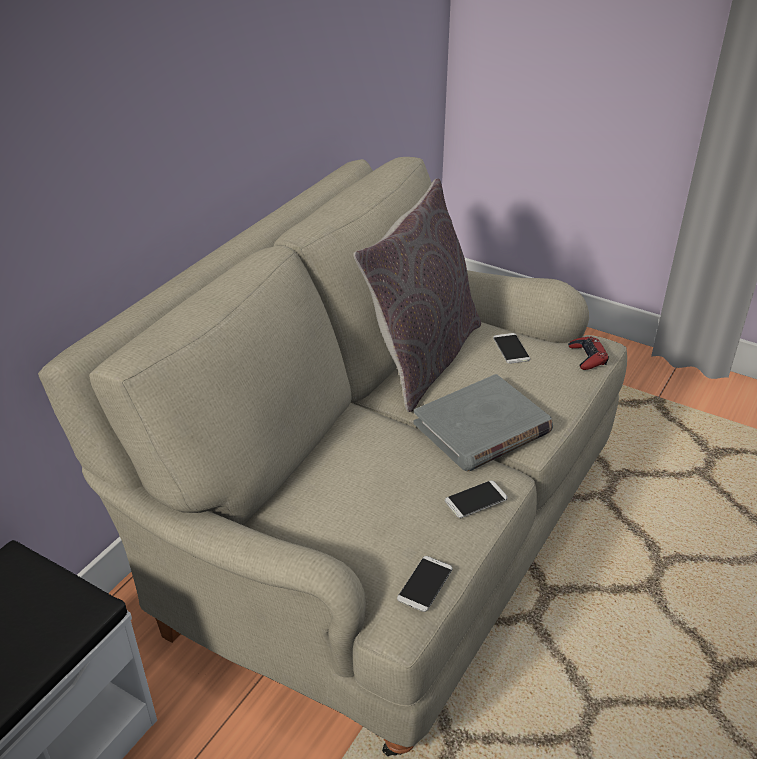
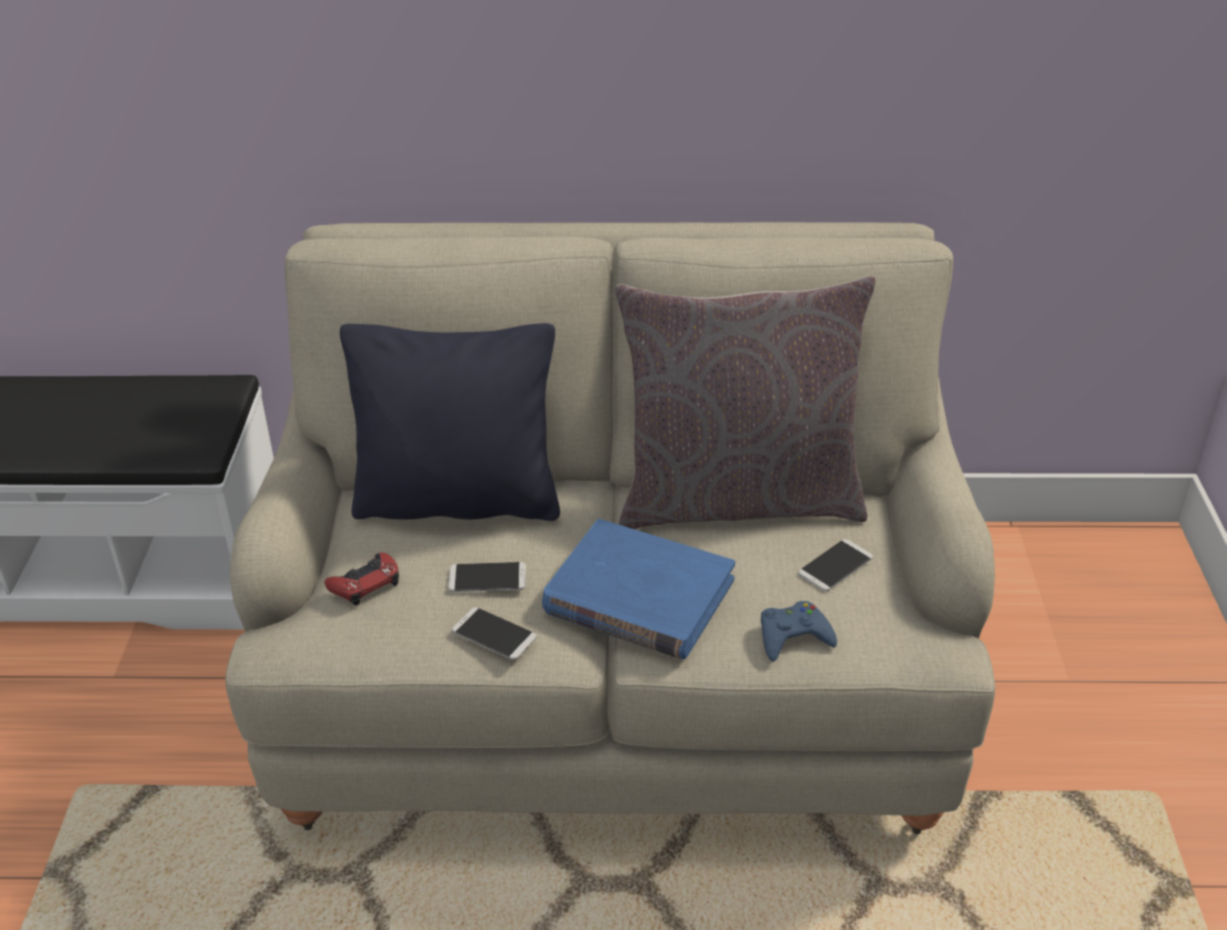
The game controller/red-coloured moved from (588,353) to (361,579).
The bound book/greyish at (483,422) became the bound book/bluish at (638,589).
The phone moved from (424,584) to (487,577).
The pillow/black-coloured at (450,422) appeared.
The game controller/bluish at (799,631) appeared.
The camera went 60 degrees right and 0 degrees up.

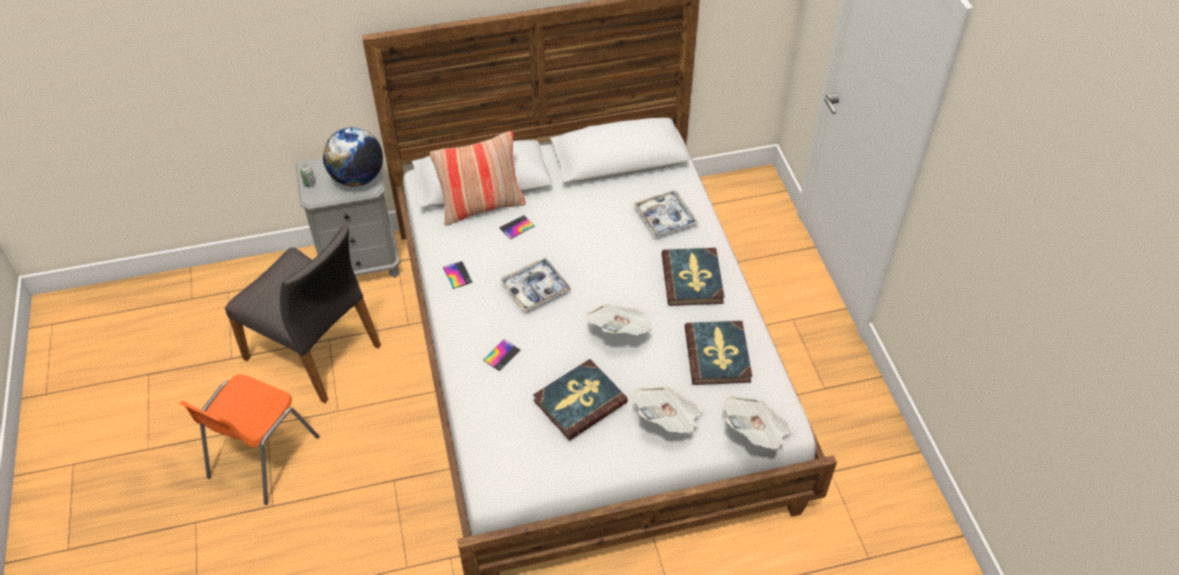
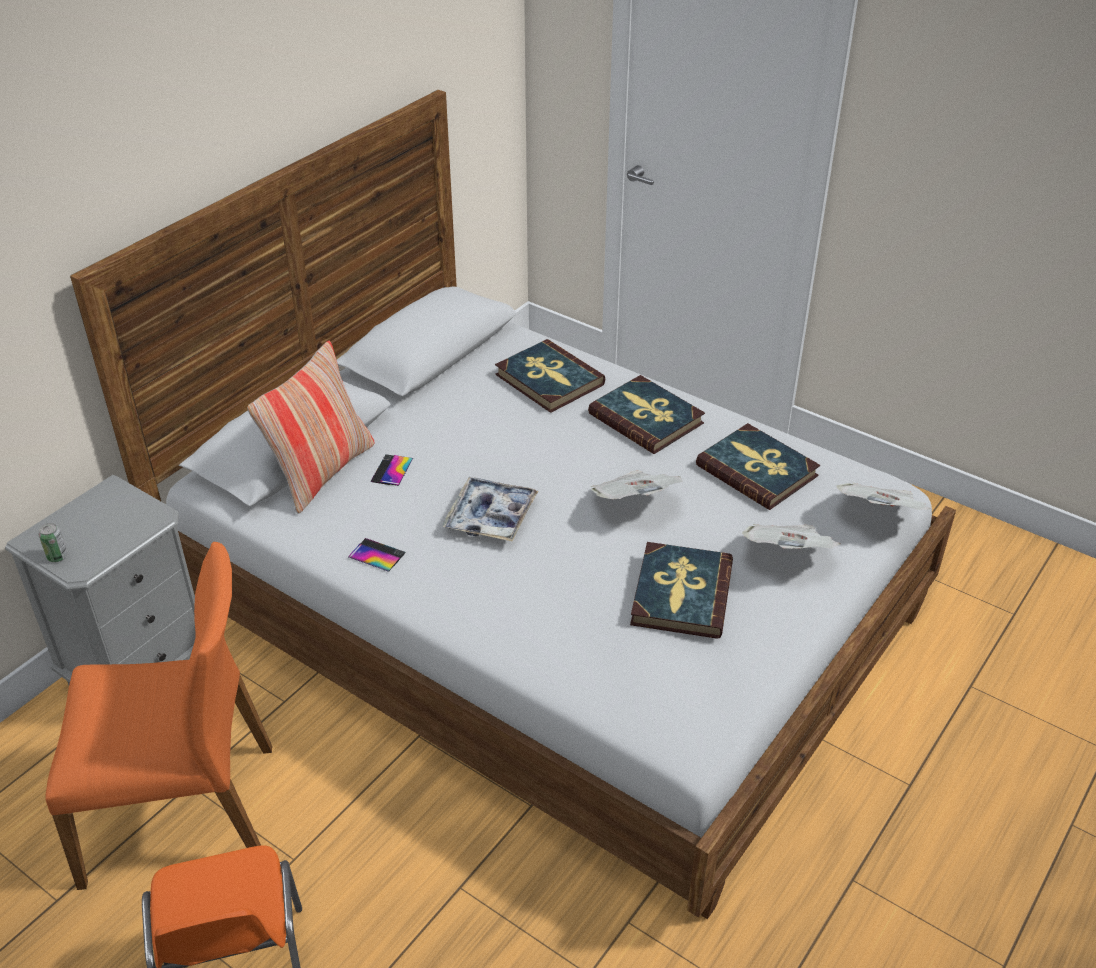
The desk globe at (353,157) disappeared.
The serving tray at (666,213) was replaced by the bound book at (550,376).
The chair/greyish at (303,313) became the chair/orange at (158,716).
The phone at (501,355) disappeared.
The camera went 40 degrees left and 10 degrees down.

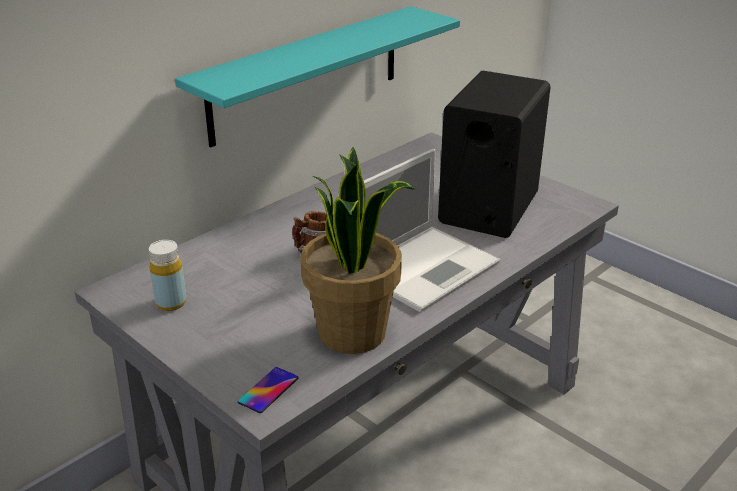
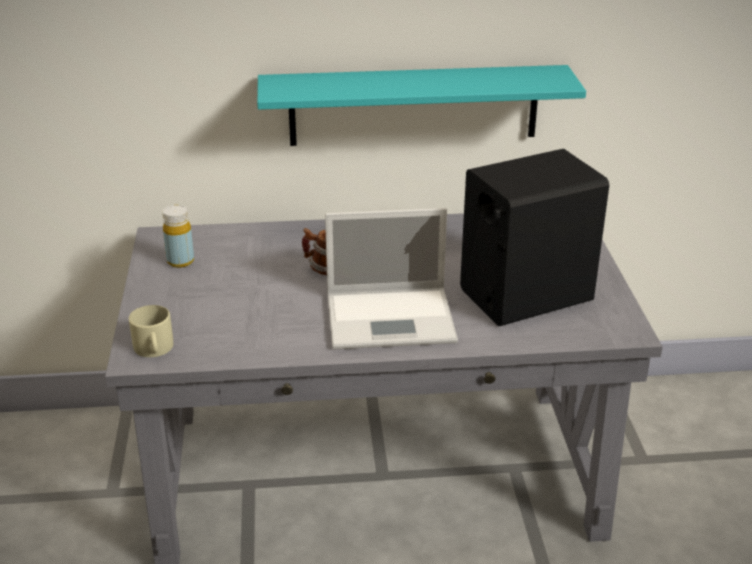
The plant in a pot at (357,250) disappeared.
The phone at (268,390) was replaced by the tea mug/beige-coloured at (151,331).
The camera went 40 degrees right and 0 degrees up.

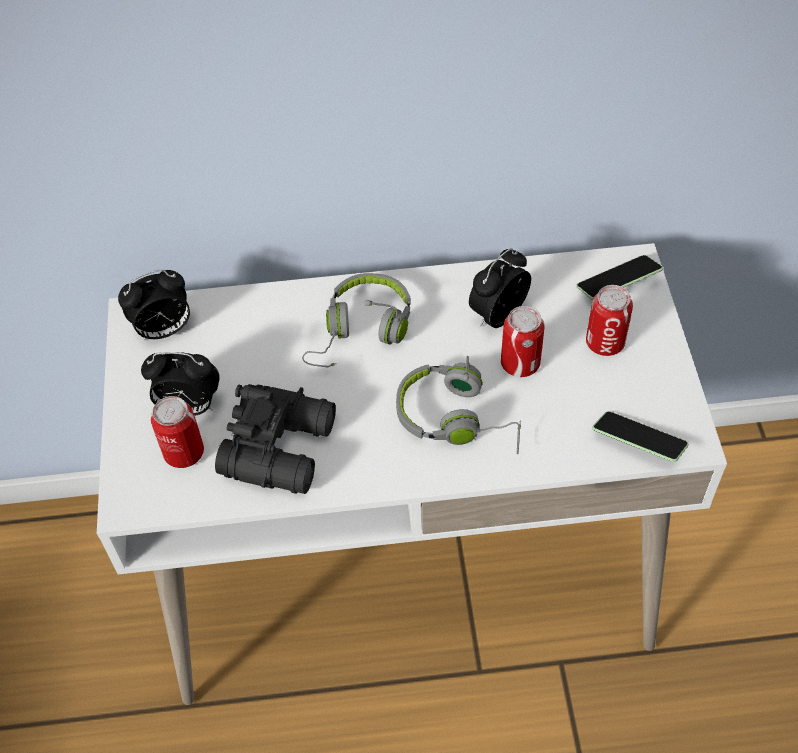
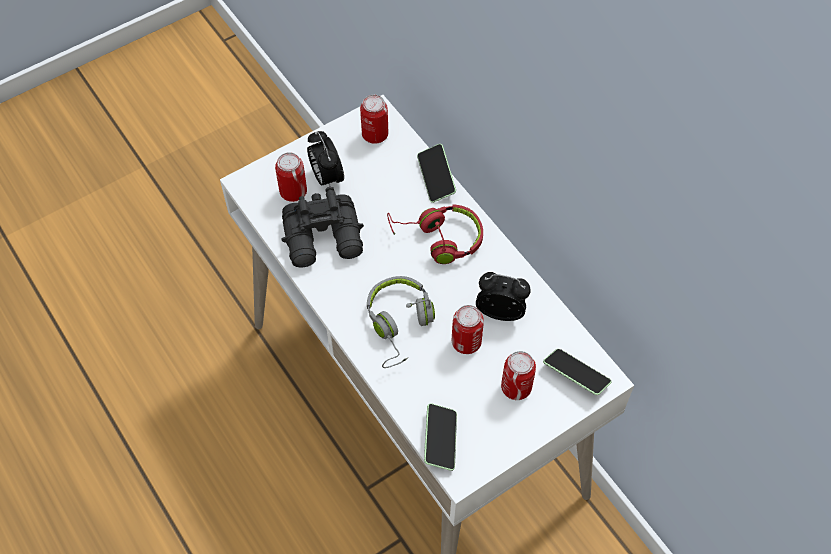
The table clock at (154,305) was replaced by the sealed can at (374,119).
The pair of headphones/greyish at (356,320) became the pair of headphones/red-coloured at (435,234).
The phone at (436,173) appeared.
The camera went 60 degrees right and 5 degrees up.

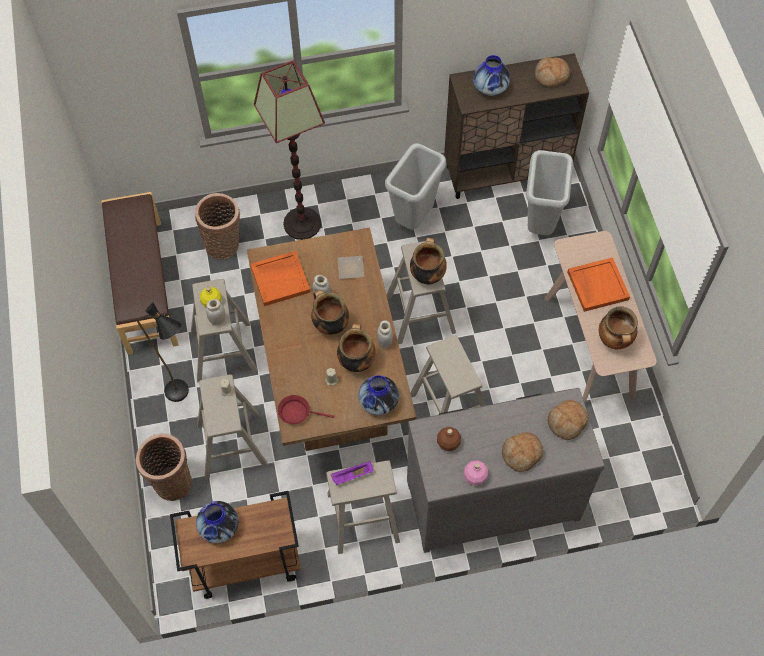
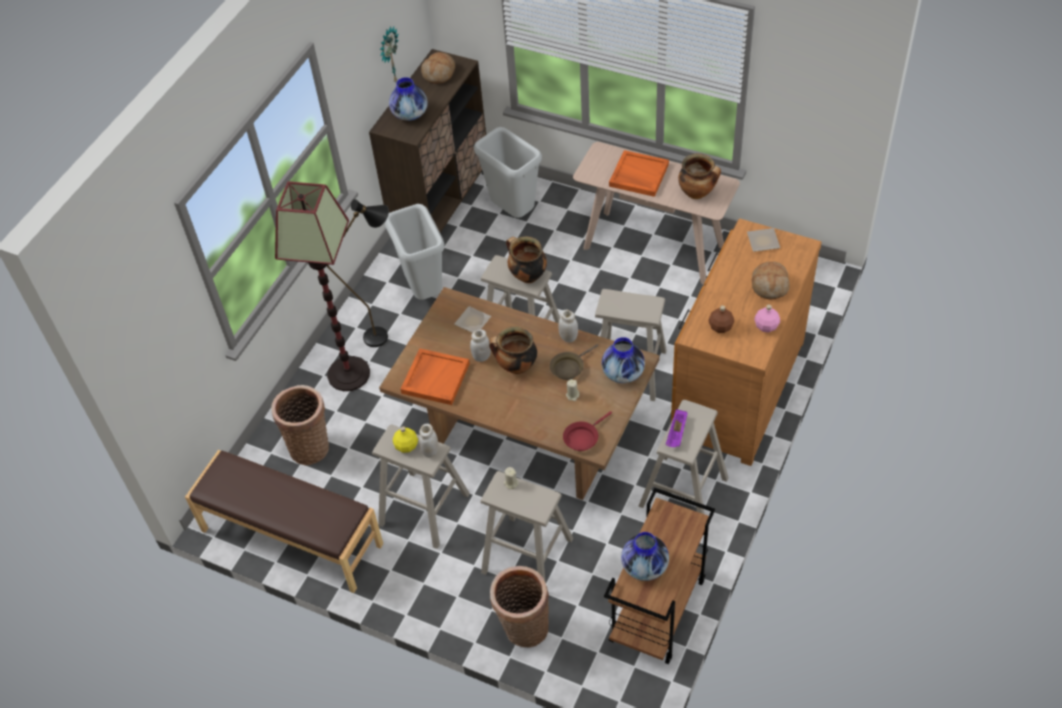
The standing lamp/black-coloured moved from (163,352) to (358,273).
The stockpot at (356,348) was replaced by the frying pan/brown at (574,362).
The dresser/greyish at (506,470) became the dresser/brown at (746,342).
The baked bread at (568,420) was replaced by the plate at (763,240).
The hanging clock at (389,54) appeared.
The camera went 50 degrees left and 10 degrees down.

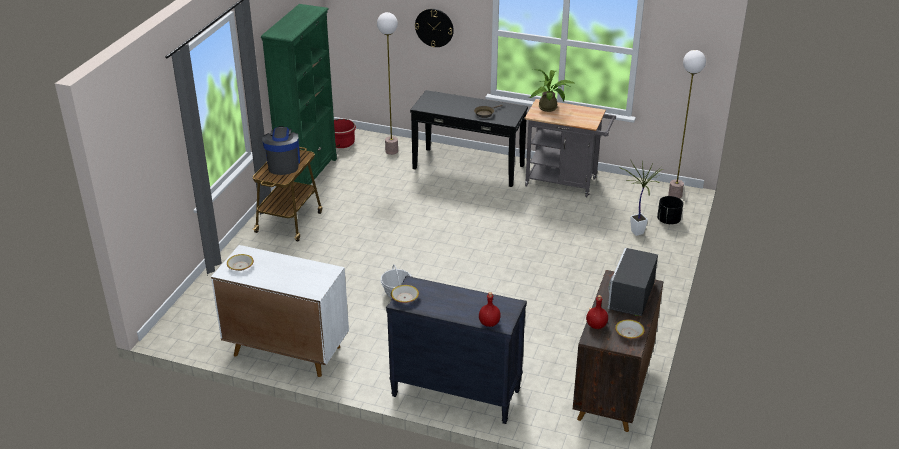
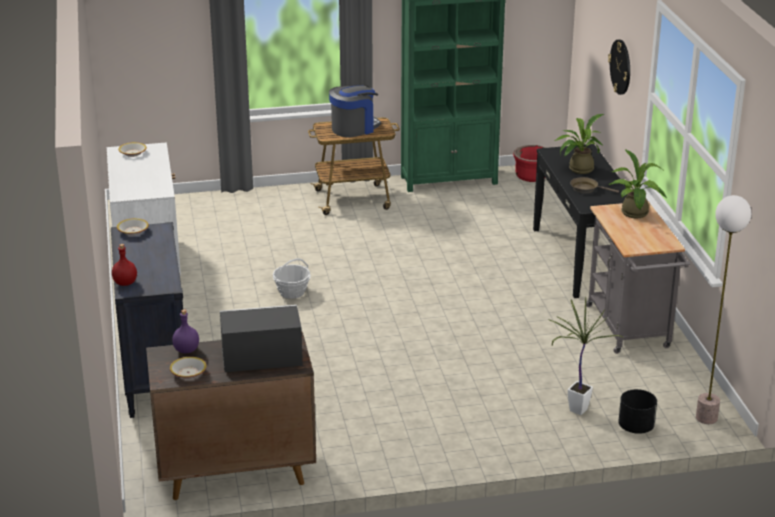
The standing lamp at (387,83) disappeared.
The bottle/red-coloured at (597,312) became the bottle/purplish at (185,331).
The plant in a pot at (579,144) appeared.
The camera went 60 degrees right and 5 degrees down.

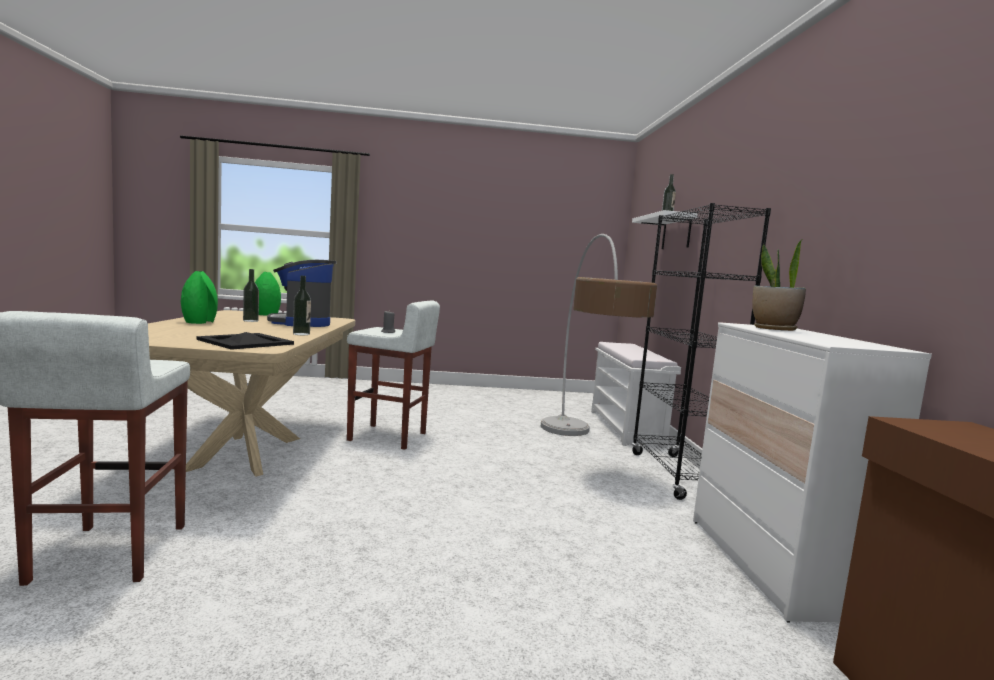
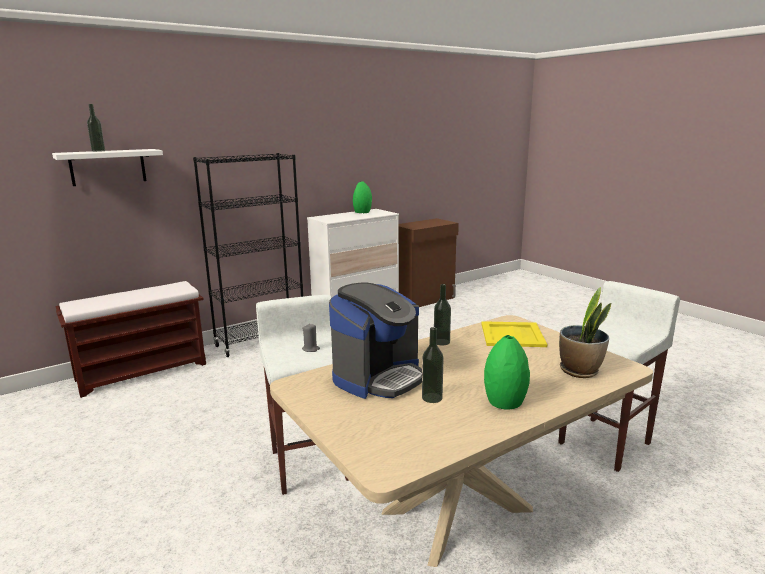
The standing lamp at (599,335) disappeared.
The plant in a pot moved from (779,285) to (585,332).
The vase/green moved from (268,294) to (362,197).
The serving tray/black-coloured at (245,341) became the serving tray/yellow-coloured at (514,334).
The indoor bench/whitish at (636,395) became the indoor bench/brown at (131,339).
The camera went 120 degrees left and 10 degrees up.

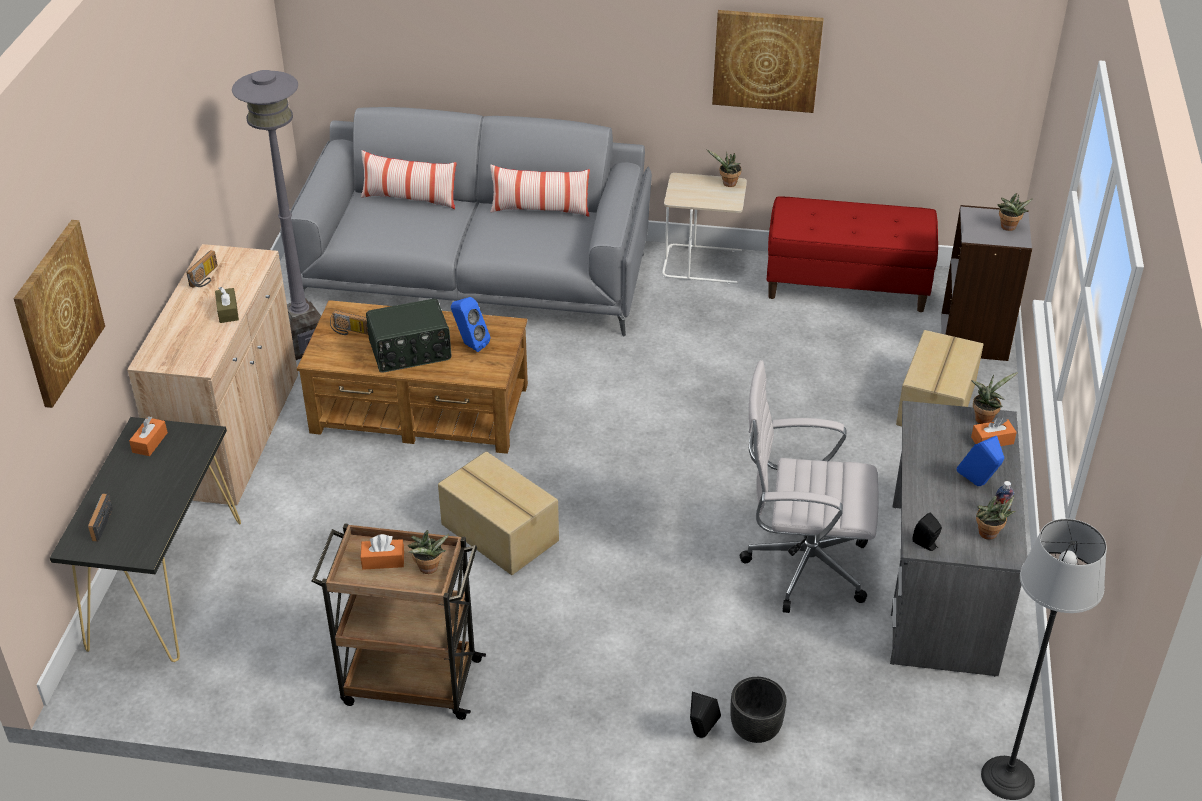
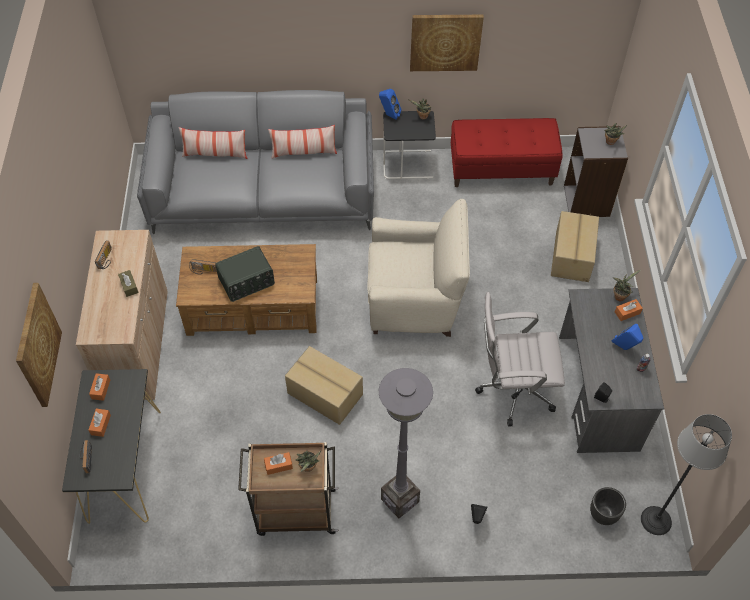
The standing lamp/greyish moved from (276,215) to (406,443).
The accent table/beige-coloured at (704,228) became the accent table/black-coloured at (409,145).
The speaker/bluish moved from (470,324) to (390,104).
The plant in a pot at (995,517) disappeared.
The plant pot/black-coloured moved from (758,710) to (608,506).
The armchair/beige-coloured at (418,268) appeared.
The tissue holder/orange at (99,423) appeared.
The camera went 10 degrees left and 15 degrees up.

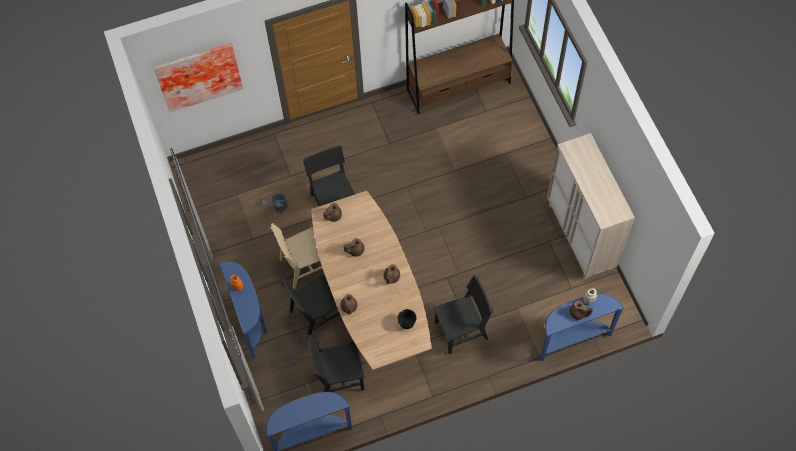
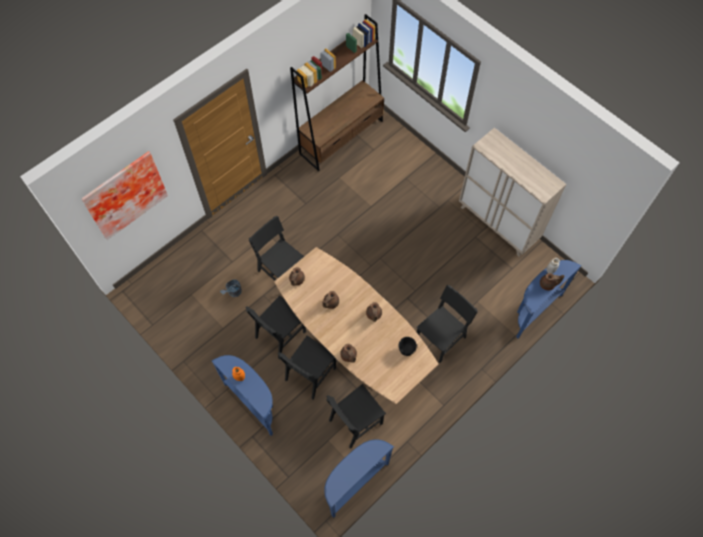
The chair/beige-coloured at (296,256) became the chair/black-coloured at (275,327).
The camera went 25 degrees left and 0 degrees up.

